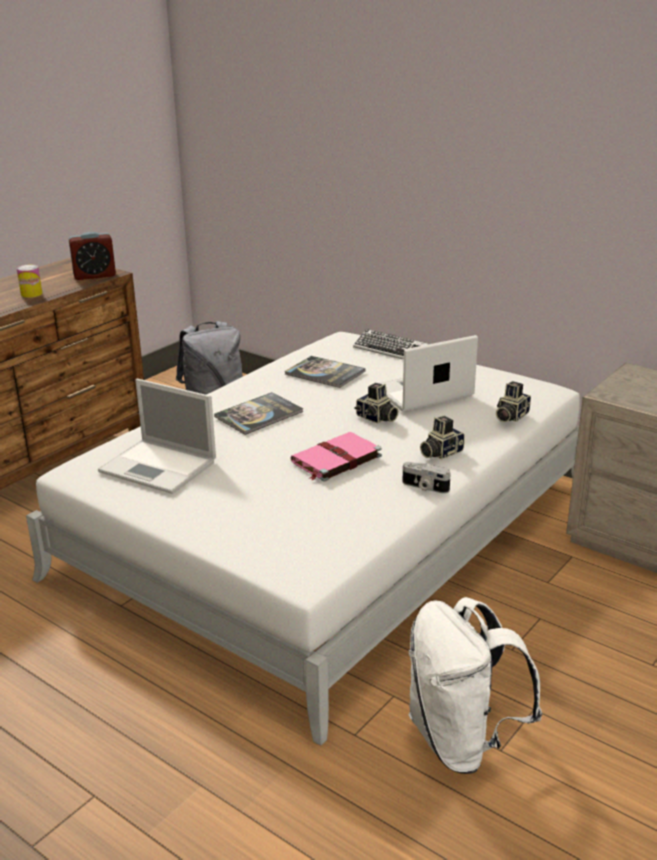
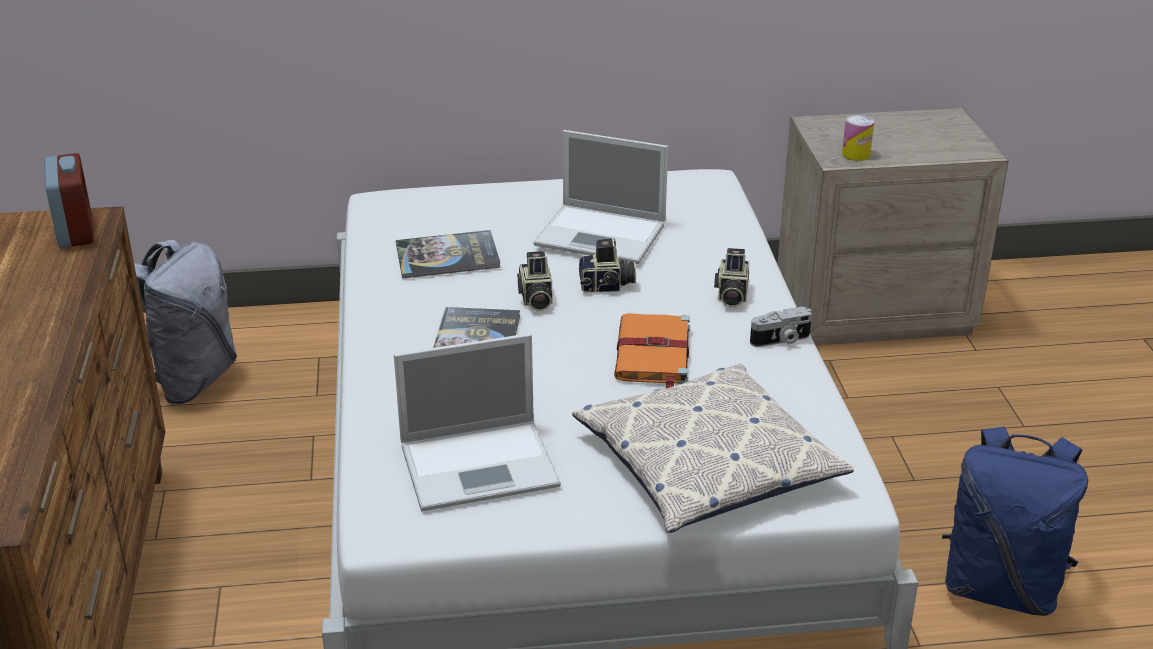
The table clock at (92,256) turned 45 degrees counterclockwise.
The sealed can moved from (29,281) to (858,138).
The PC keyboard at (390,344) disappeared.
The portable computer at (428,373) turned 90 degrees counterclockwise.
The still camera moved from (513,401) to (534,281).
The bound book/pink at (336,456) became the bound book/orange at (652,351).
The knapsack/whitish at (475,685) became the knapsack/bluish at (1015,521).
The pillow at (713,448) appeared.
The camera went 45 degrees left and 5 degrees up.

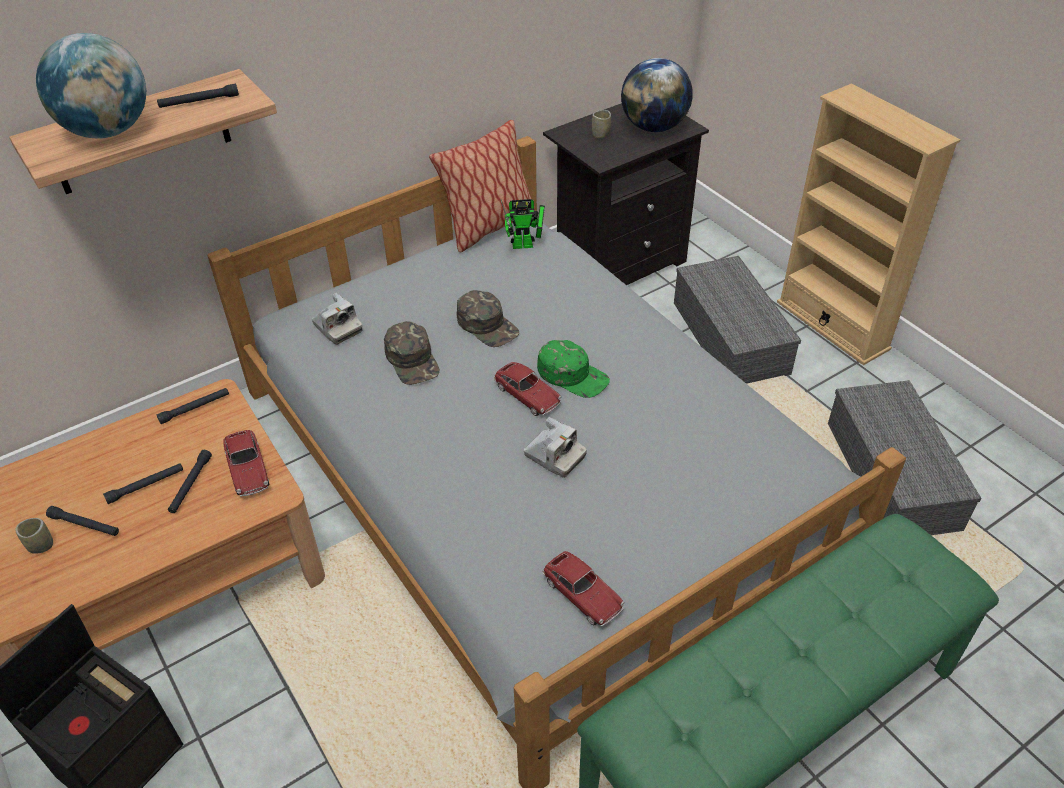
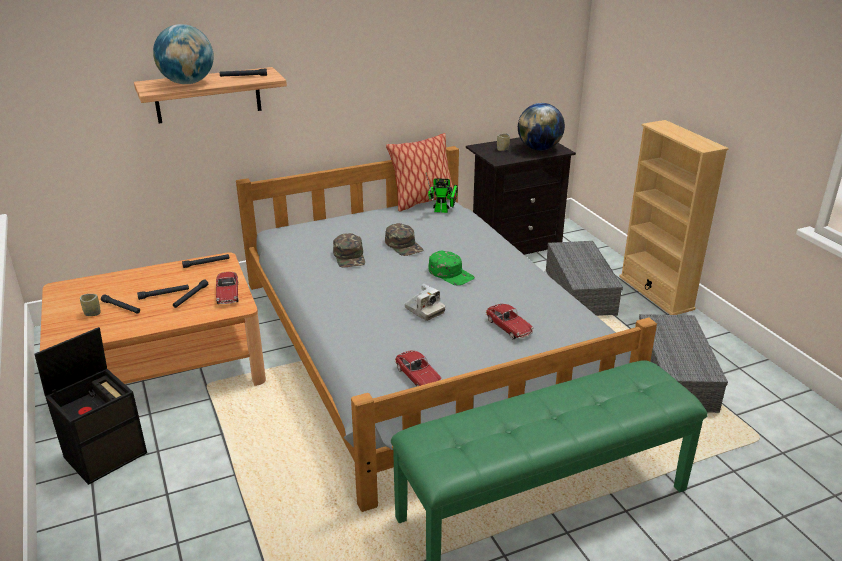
The still camera at (337,319) disappeared.
The toy car moved from (528,389) to (510,321).
The camera went 10 degrees right and 15 degrees down.

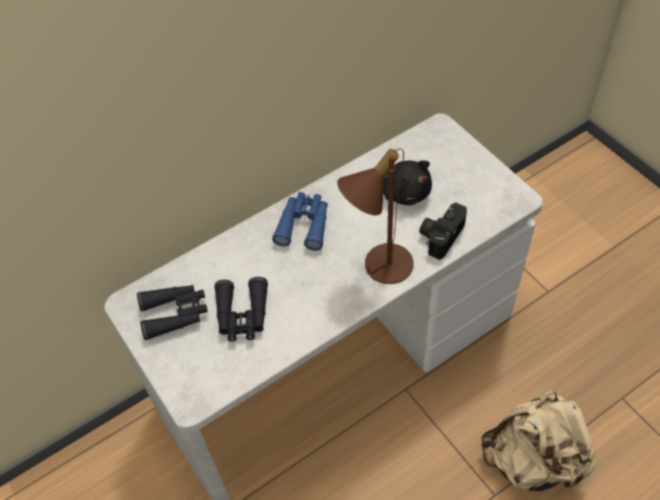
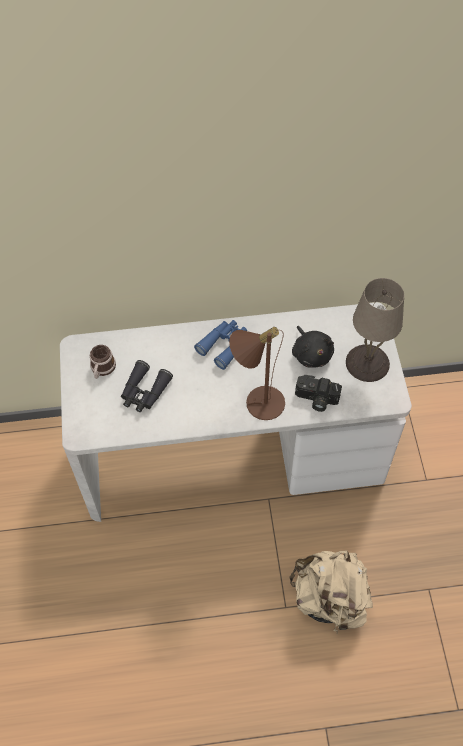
The still camera at (443,231) turned 135 degrees counterclockwise.
The pair of binoculars/black-coloured at (172,312) was replaced by the tea mug at (103,362).
The tabletop lamp/beige-coloured at (375,330) appeared.
The camera went 25 degrees right and 5 degrees up.

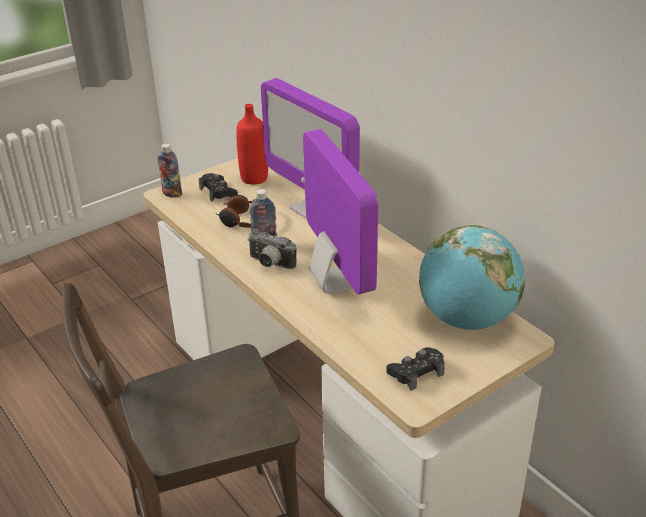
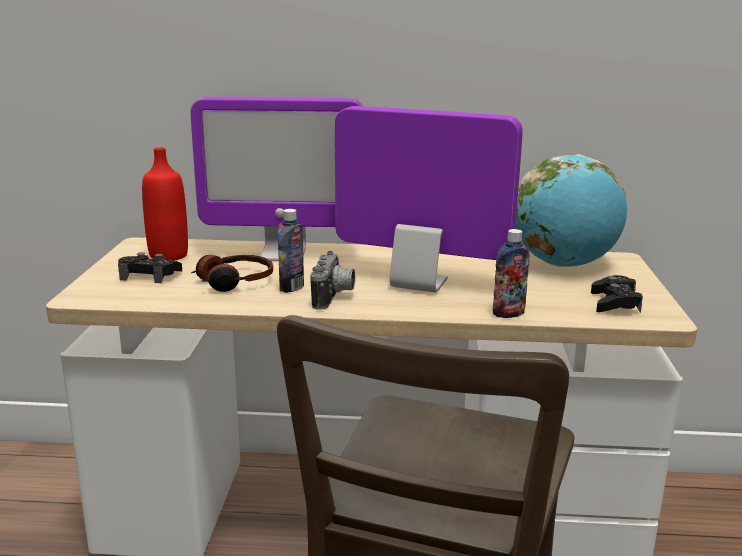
The bottle moved from (170,170) to (511,273).
The still camera at (271,248) turned 60 degrees counterclockwise.
The camera went 50 degrees left and 15 degrees down.

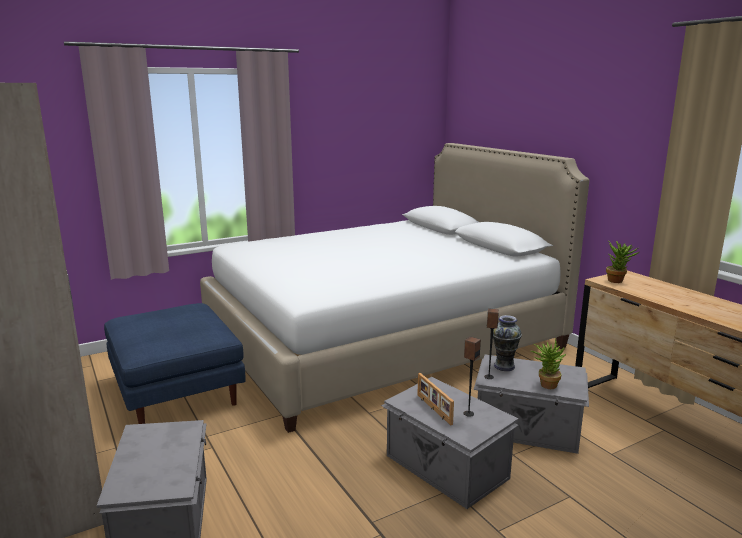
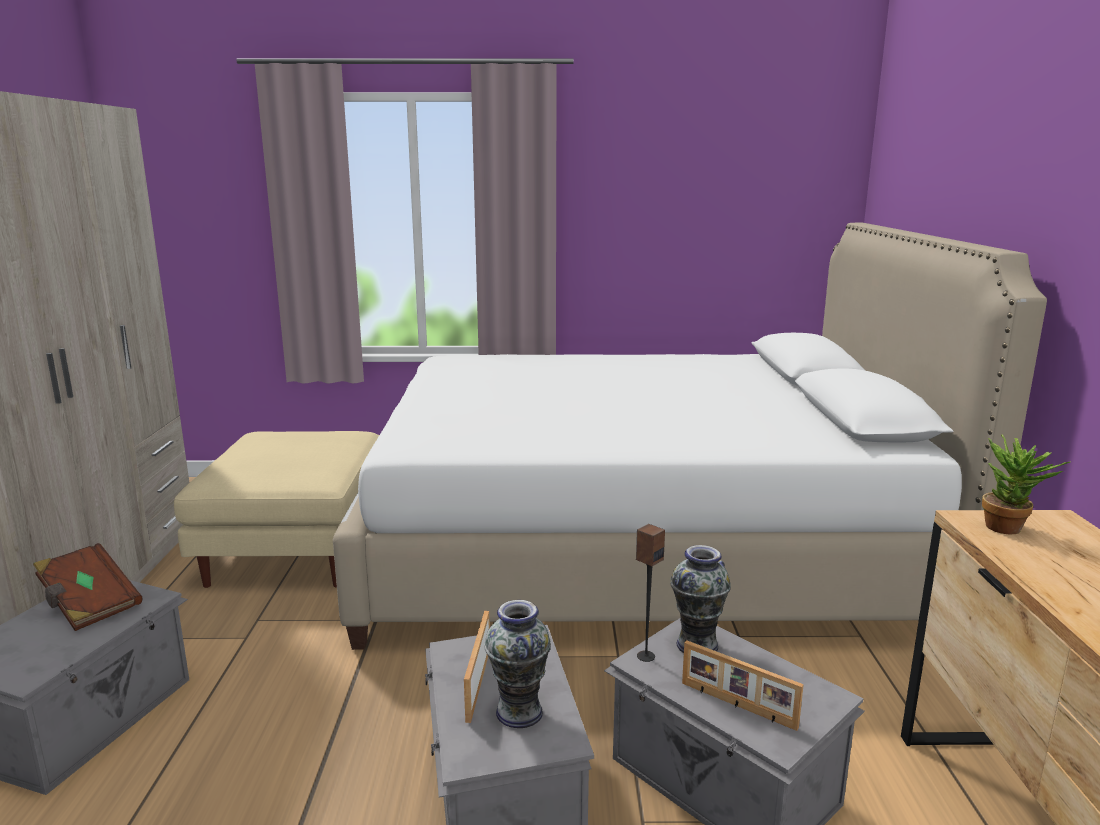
The footrest/bluish at (175,363) became the footrest/beige-coloured at (276,509).
The speaker at (472,377) was replaced by the vase at (517,664).
The plant in a pot at (548,363) was replaced by the standing frame at (743,686).
The bound book/brown at (88,587) appeared.
The camera went 30 degrees right and 0 degrees up.

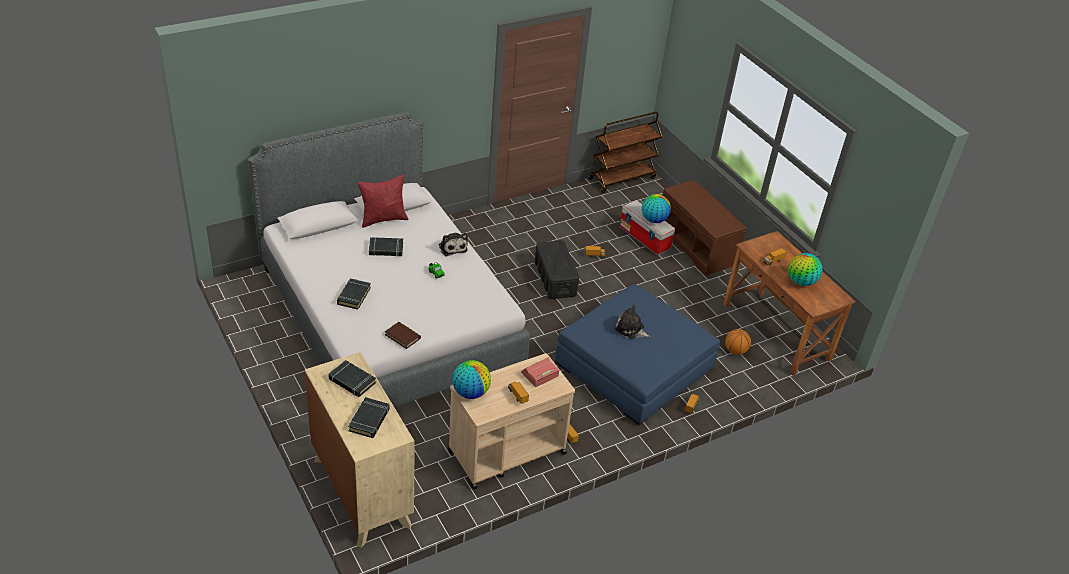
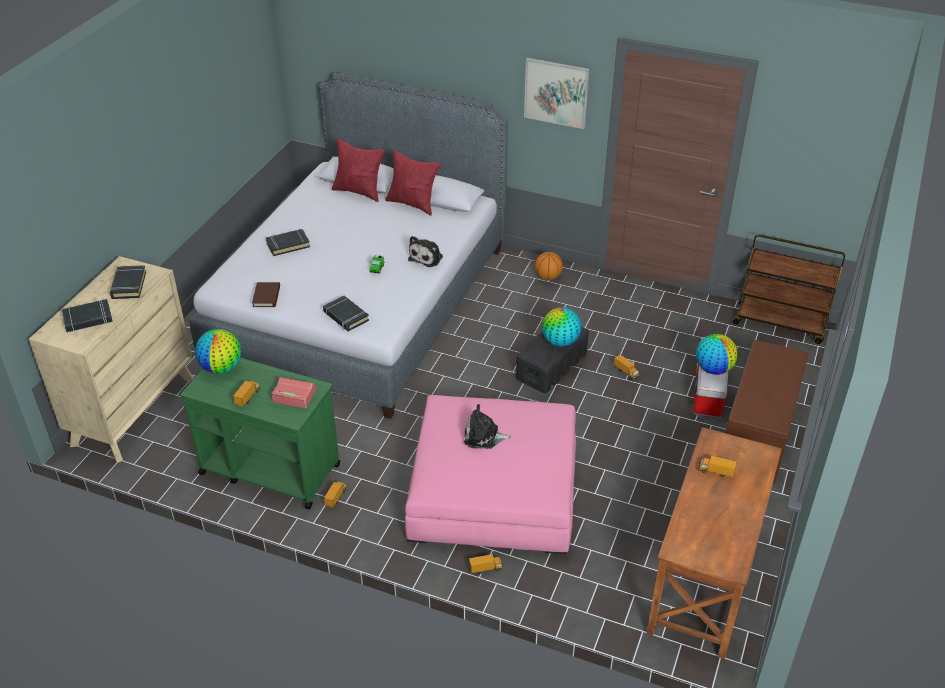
The bound book/black-coloured moved from (386,247) to (346,313).
The desk globe moved from (805,269) to (561,327).
The footrest/bluish at (637,354) became the footrest/pink at (490,474).
The cuddly toy at (632,322) turned 75 degrees counterclockwise.
The ball for basketball moved from (738,342) to (549,266).
The cart/beige-coloured at (511,421) became the cart/green at (260,433).
The wall picture at (557,93) appeared.
The pillow/red-coloured at (358,170) appeared.
The camera went 55 degrees right and 0 degrees up.

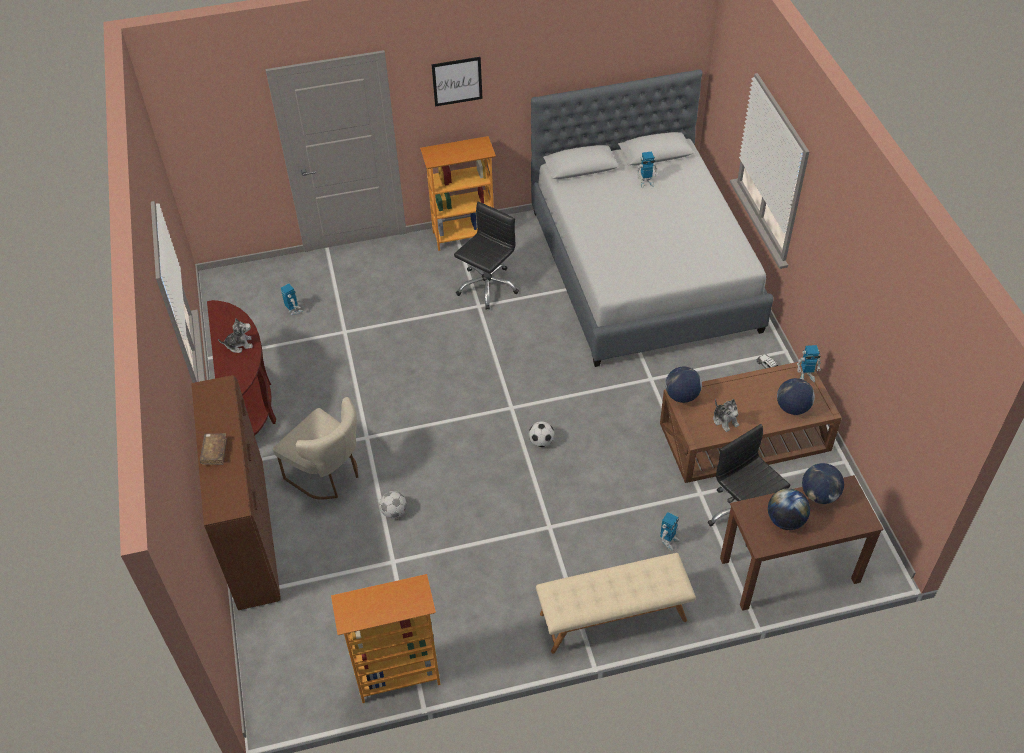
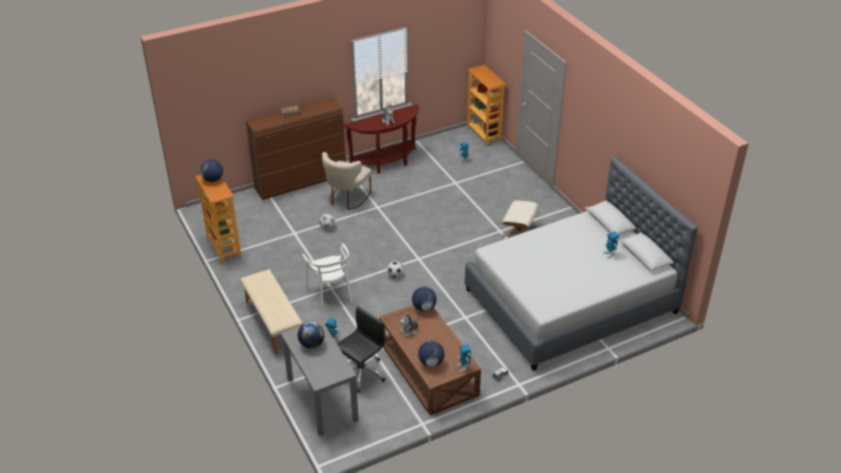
The wall picture at (457,82) disappeared.
The shelving unit moved from (458,193) to (486,106).
The computer chair/black-coloured at (486,256) was replaced by the footrest/beige-coloured at (520,219).
The desk globe moved from (823,483) to (211,170).
The desk unit/brown at (801,543) became the desk unit/greyish at (319,377).
The chair/whitish at (327,277) appeared.
The camera went 75 degrees right and 10 degrees down.

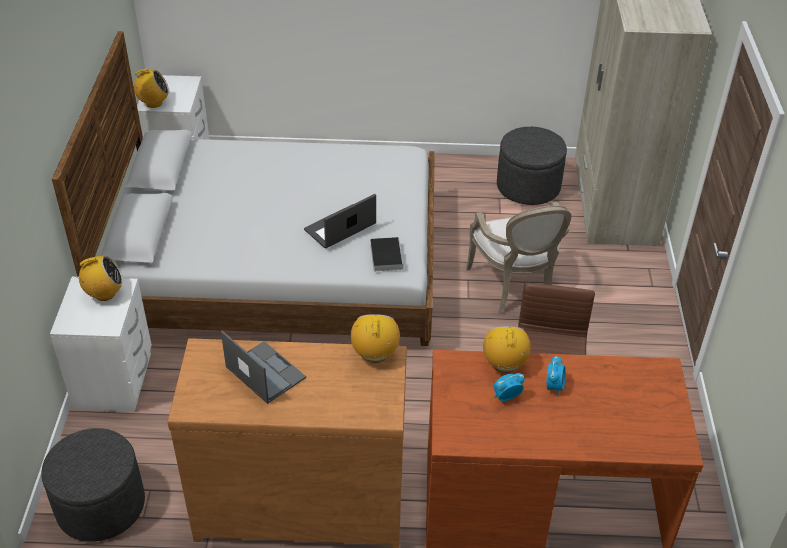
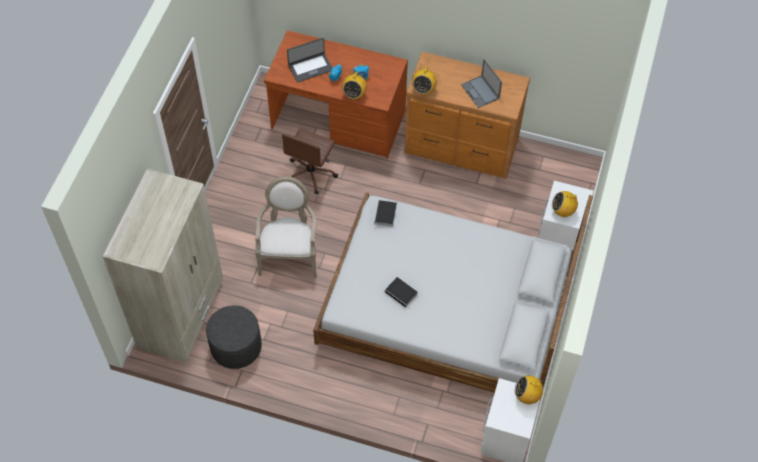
The portable computer moved from (340,221) to (310,60).
The footrest/greyish at (93,485) disappeared.
The bound book at (401,293) appeared.
The camera went 165 degrees left and 15 degrees up.

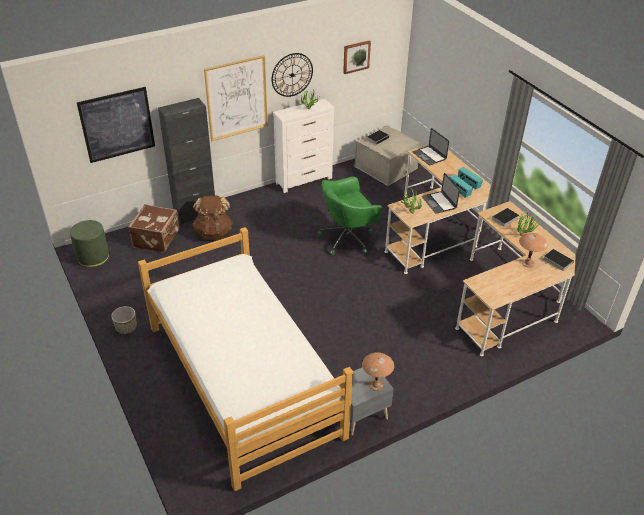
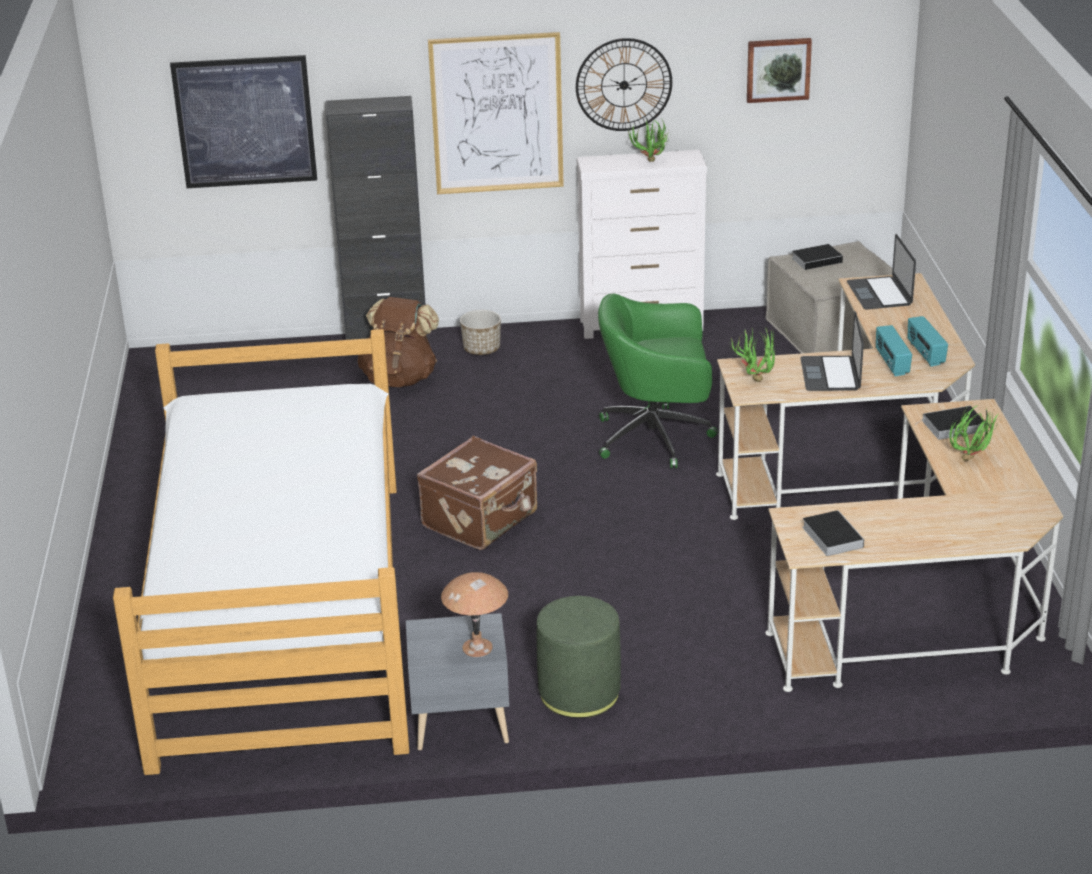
The travel case/brown moved from (153,228) to (477,493).
The footrest/green moved from (89,243) to (579,657).
The tabletop lamp/brown at (533,250) disappeared.
The bound book moved from (558,260) to (833,533).
The plant pot moved from (124,320) to (480,332).
The camera went 25 degrees right and 10 degrees down.

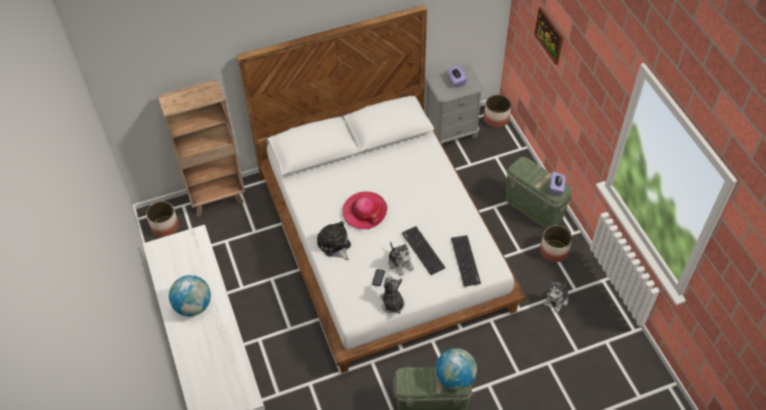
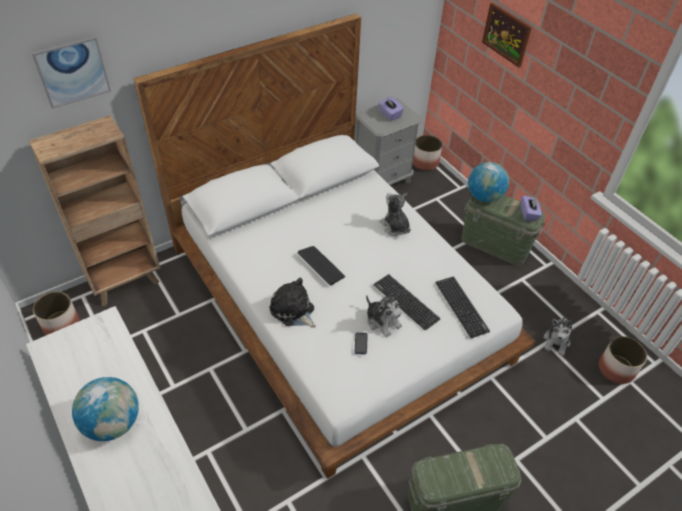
The clothing hat at (364,210) was replaced by the PC keyboard at (321,265).
The plant pot moved from (556,243) to (623,360).
The cuddly toy moved from (392,294) to (395,214).
The desk globe moved from (456,369) to (488,182).
The wall picture at (71,72) appeared.
The camera went 15 degrees left and 5 degrees down.

